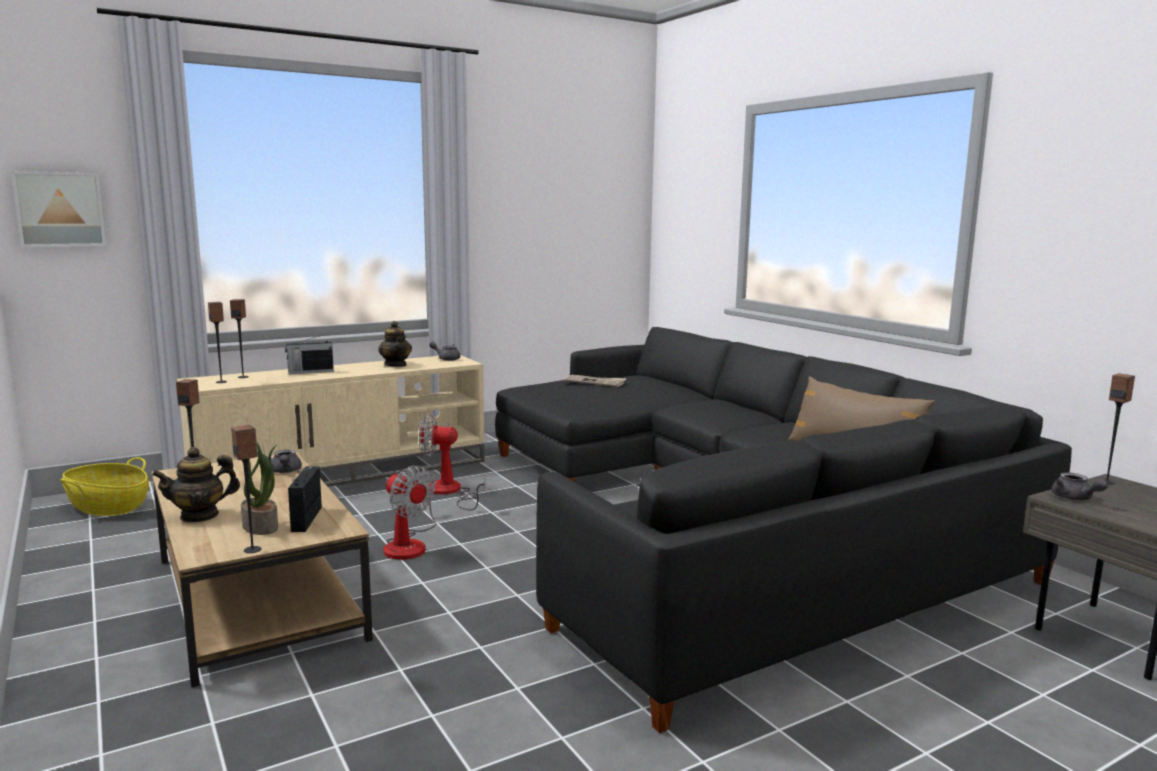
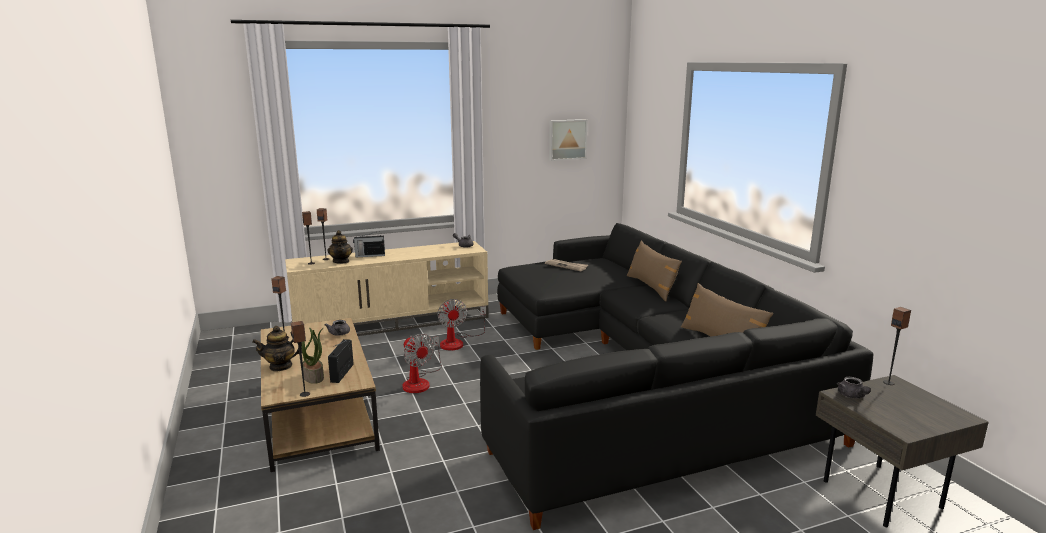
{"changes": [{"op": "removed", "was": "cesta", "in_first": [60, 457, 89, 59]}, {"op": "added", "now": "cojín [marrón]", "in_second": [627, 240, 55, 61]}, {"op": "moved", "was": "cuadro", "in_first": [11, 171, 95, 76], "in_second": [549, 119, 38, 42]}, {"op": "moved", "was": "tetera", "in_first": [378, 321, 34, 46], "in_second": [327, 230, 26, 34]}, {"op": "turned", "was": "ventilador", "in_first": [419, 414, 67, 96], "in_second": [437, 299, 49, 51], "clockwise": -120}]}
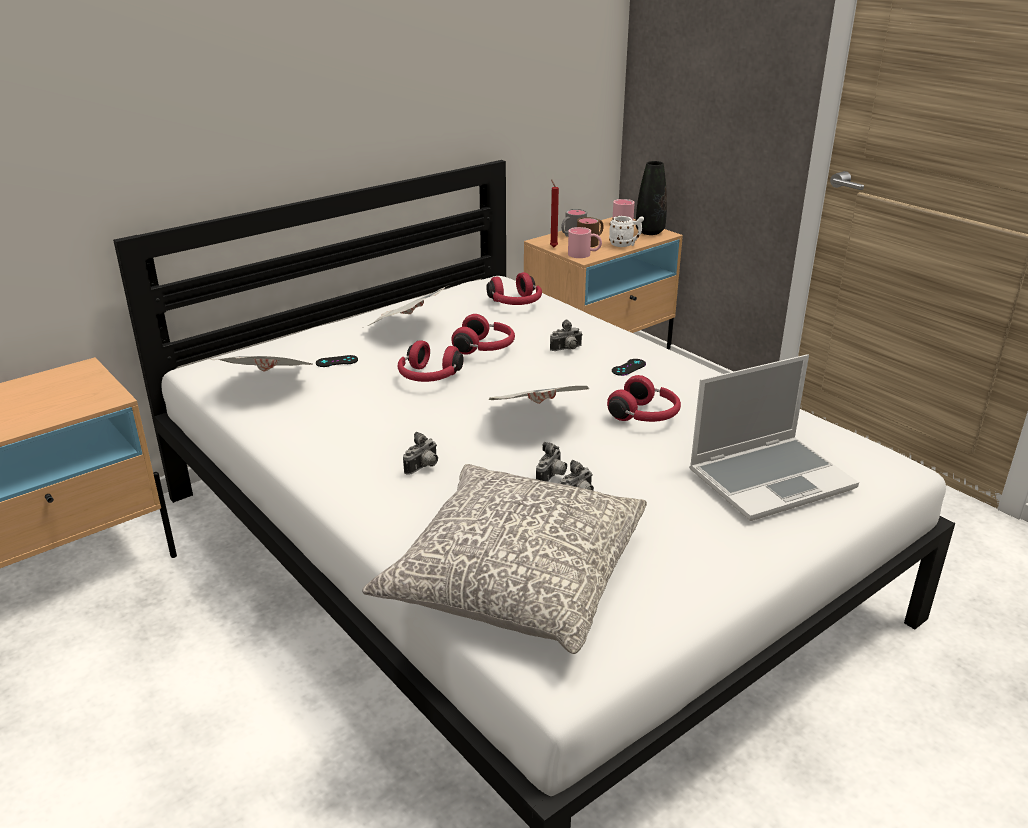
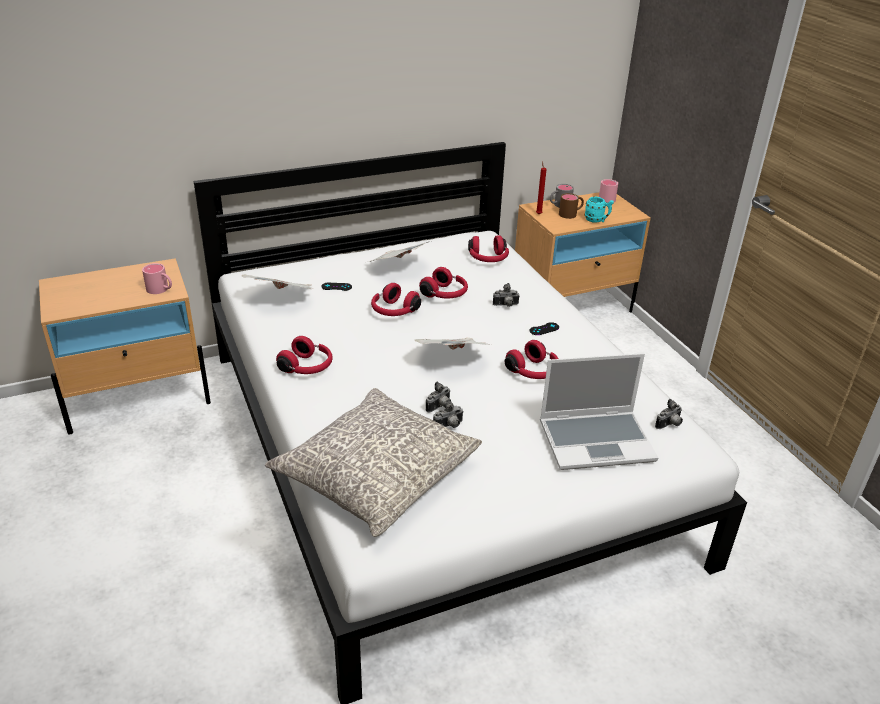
{"changes": [{"op": "removed", "was": "florero [negro]", "in_first": [636, 161, 31, 74]}, {"op": "added", "now": "auriculares [rojo]", "in_second": [276, 336, 57, 38]}, {"op": "moved", "was": "cámara", "in_first": [403, 432, 35, 43], "in_second": [655, 399, 28, 30]}, {"op": "moved", "was": "taza grande [rosa]", "in_first": [568, 227, 34, 31], "in_second": [142, 263, 30, 31]}, {"op": "recoloured", "was": "taza grande [blanco]", "now": "taza grande [turquesa]", "in_first": [609, 216, 35, 31], "in_second": [584, 196, 30, 27]}]}
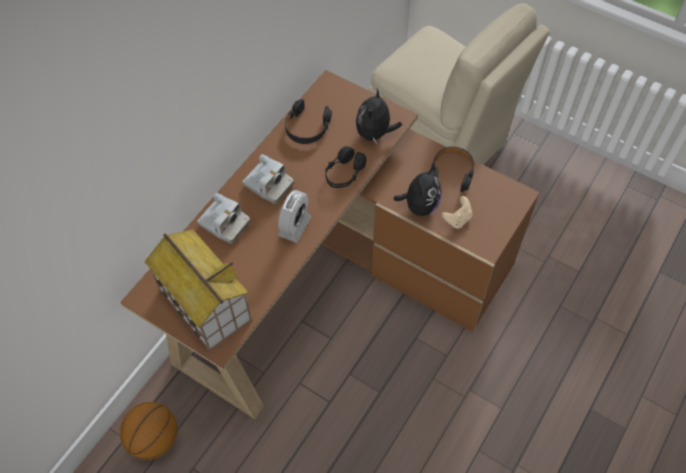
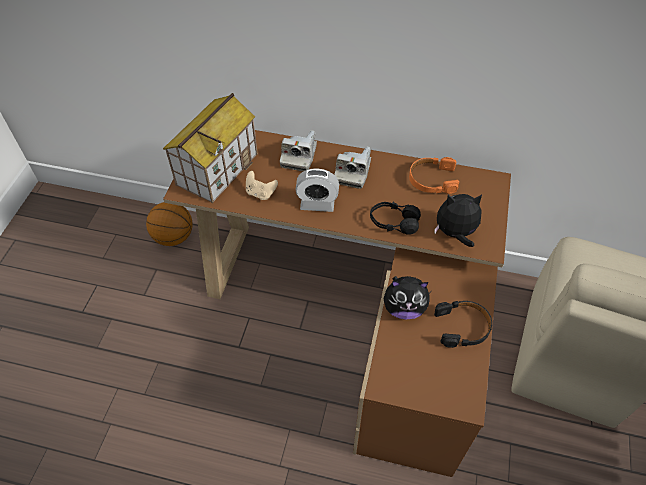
{"changes": [{"op": "moved", "was": "mando de consola [beis]", "in_first": [442, 196, 30, 33], "in_second": [246, 171, 32, 29]}, {"op": "recoloured", "was": "auriculares [negro]", "now": "auriculares [naranja]", "in_first": [285, 99, 47, 45], "in_second": [409, 157, 50, 37]}]}
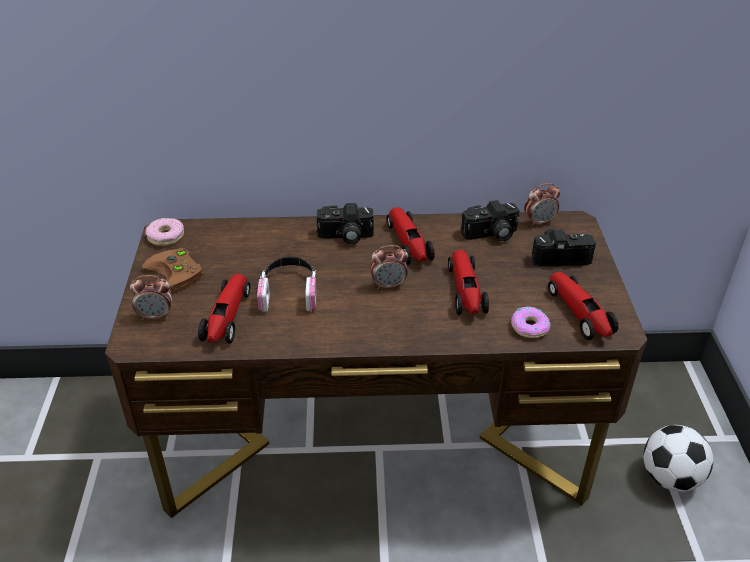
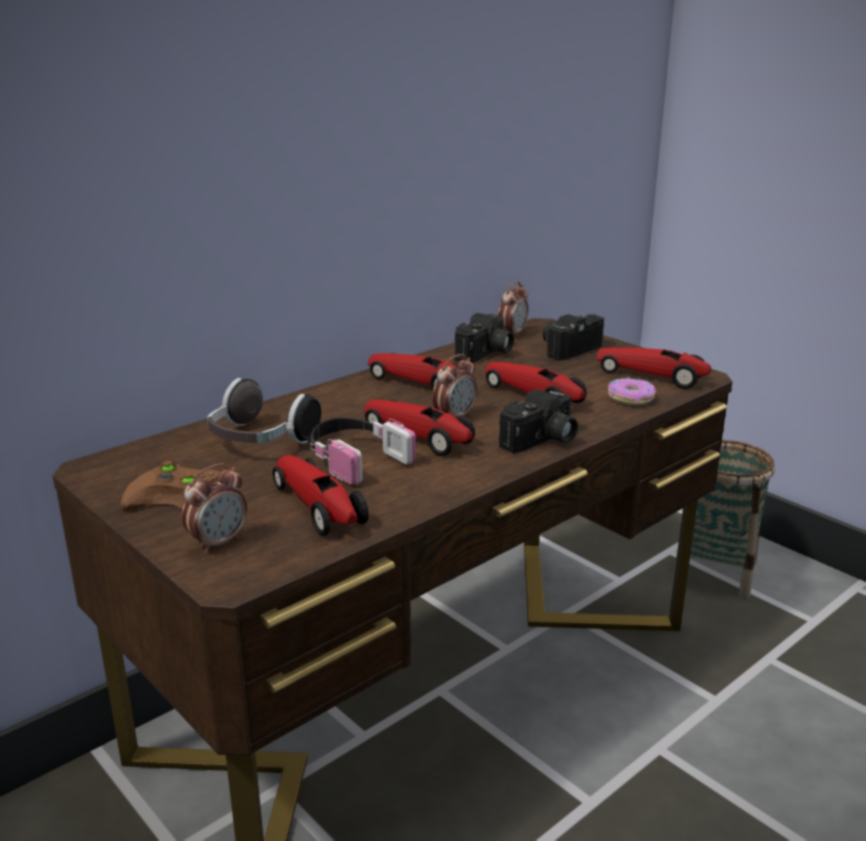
{"changes": [{"op": "removed", "was": "rosquilla", "in_first": [145, 218, 39, 28]}, {"op": "added", "now": "auriculares", "in_second": [207, 378, 114, 66]}, {"op": "added", "now": "coche de juguete", "in_second": [364, 400, 111, 56]}, {"op": "moved", "was": "cámara", "in_first": [316, 203, 58, 41], "in_second": [499, 389, 79, 64]}, {"op": "replaced", "was": "balón de fútbol", "now": "cesta", "in_first": [643, 425, 70, 67], "in_second": [672, 440, 103, 159]}]}
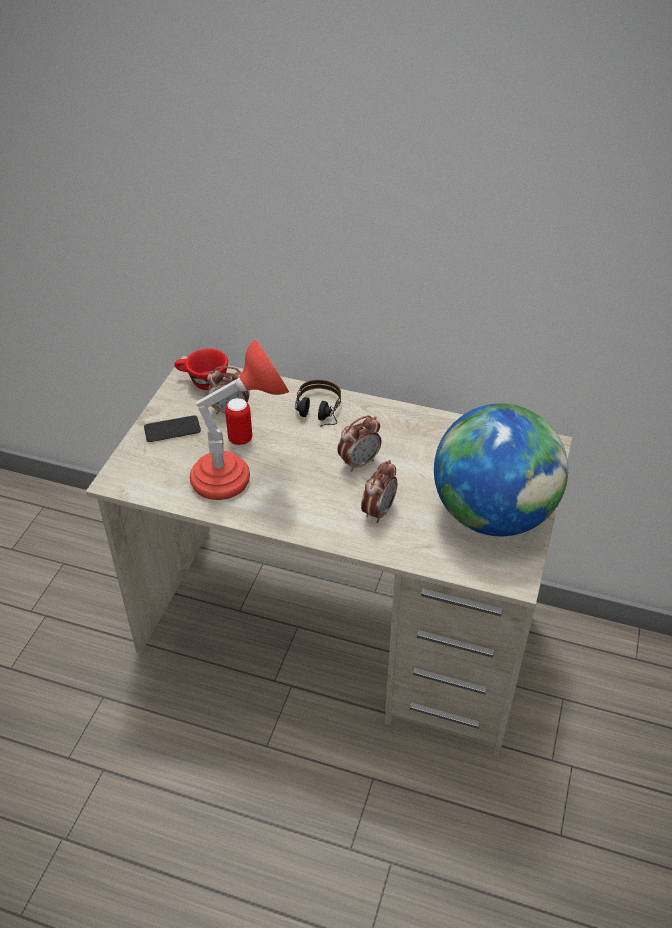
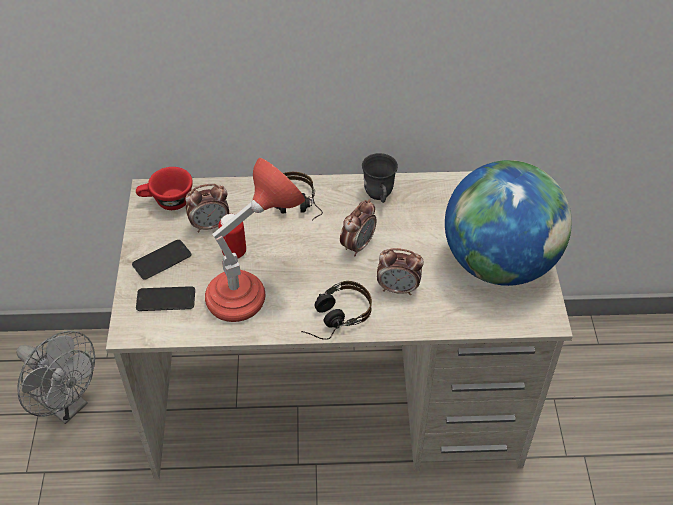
{"changes": [{"op": "added", "now": "ventilador [gris]", "in_second": [16, 331, 79, 93]}, {"op": "added", "now": "móvil", "in_second": [136, 286, 59, 25]}, {"op": "added", "now": "auriculares", "in_second": [301, 281, 71, 59]}, {"op": "added", "now": "taza grande [gris]", "in_second": [362, 153, 36, 50]}, {"op": "turned", "was": "despertador", "in_first": [361, 460, 36, 63], "in_second": [377, 248, 47, 47], "clockwise": 90}]}
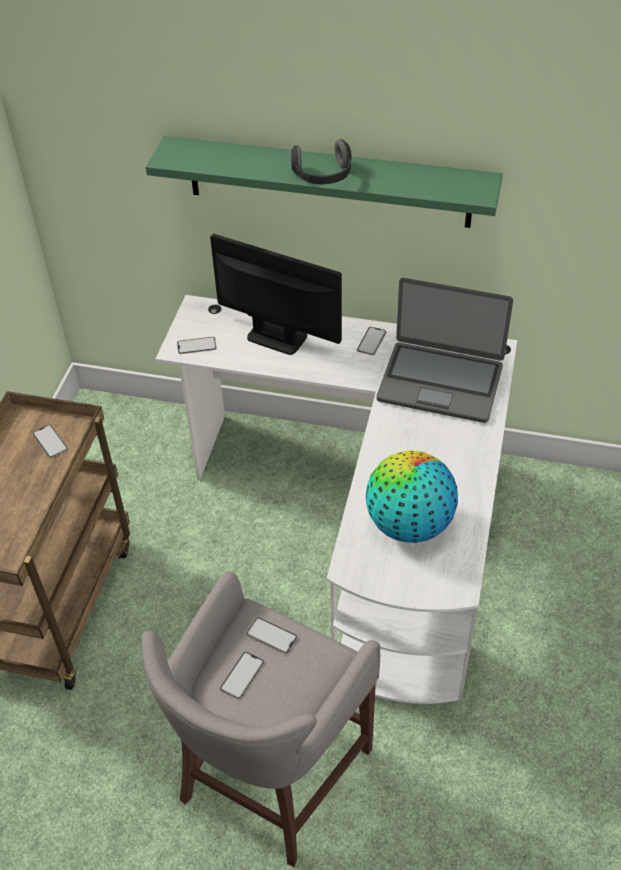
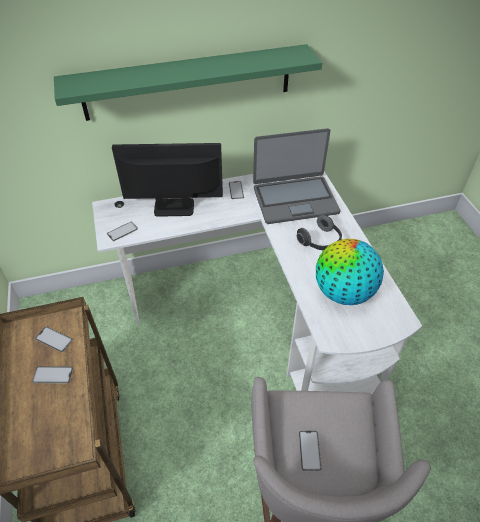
{"changes": [{"op": "moved", "was": "móvil", "in_first": [246, 617, 51, 37], "in_second": [32, 366, 41, 18]}, {"op": "moved", "was": "auriculares", "in_first": [290, 139, 62, 45], "in_second": [297, 214, 45, 37]}]}
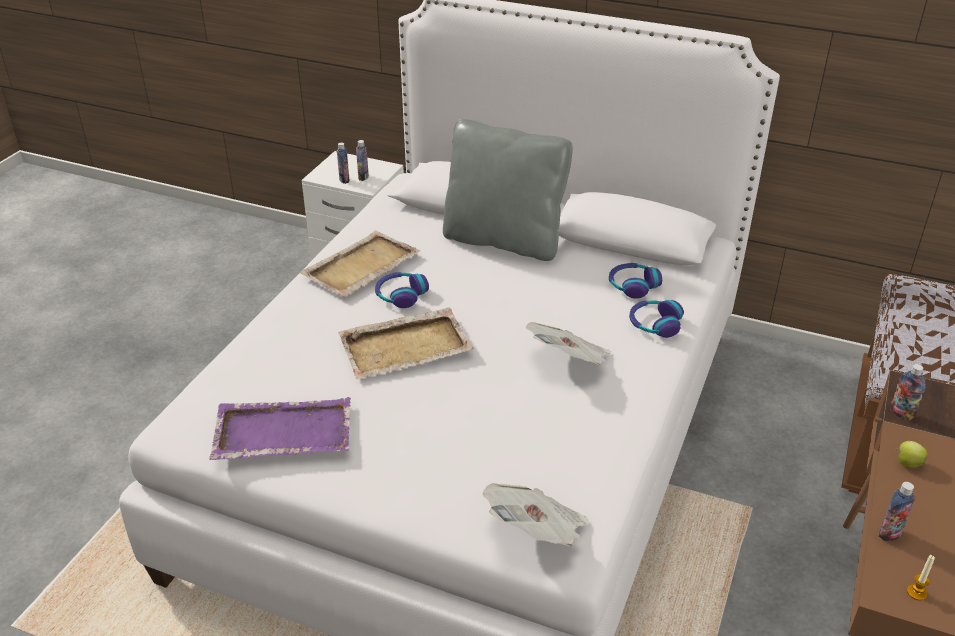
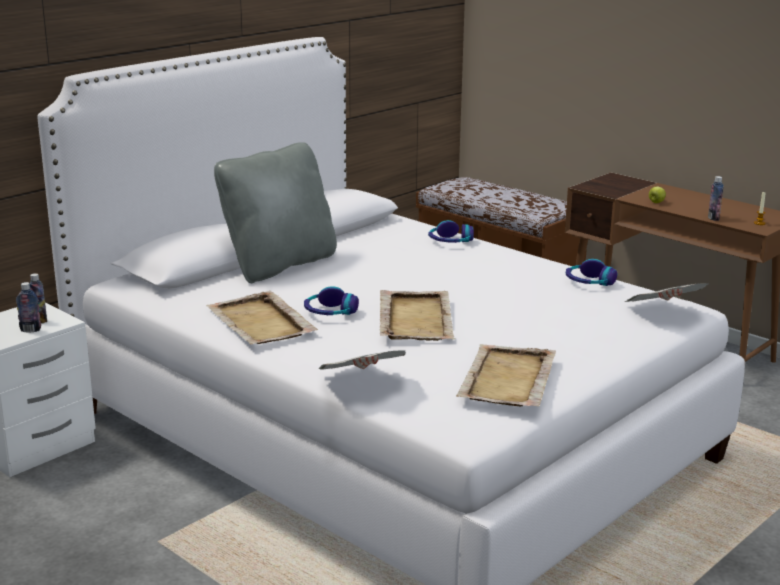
{"changes": [{"op": "removed", "was": "botella", "in_first": [891, 364, 34, 56]}, {"op": "moved", "was": "periódico", "in_first": [526, 322, 85, 43], "in_second": [319, 350, 87, 20]}, {"op": "moved", "was": "auriculares", "in_first": [609, 263, 53, 36], "in_second": [566, 259, 51, 27]}, {"op": "recoloured", "was": "bandeja [morado]", "now": "bandeja [beis]", "in_first": [209, 397, 142, 63], "in_second": [456, 344, 100, 62]}]}
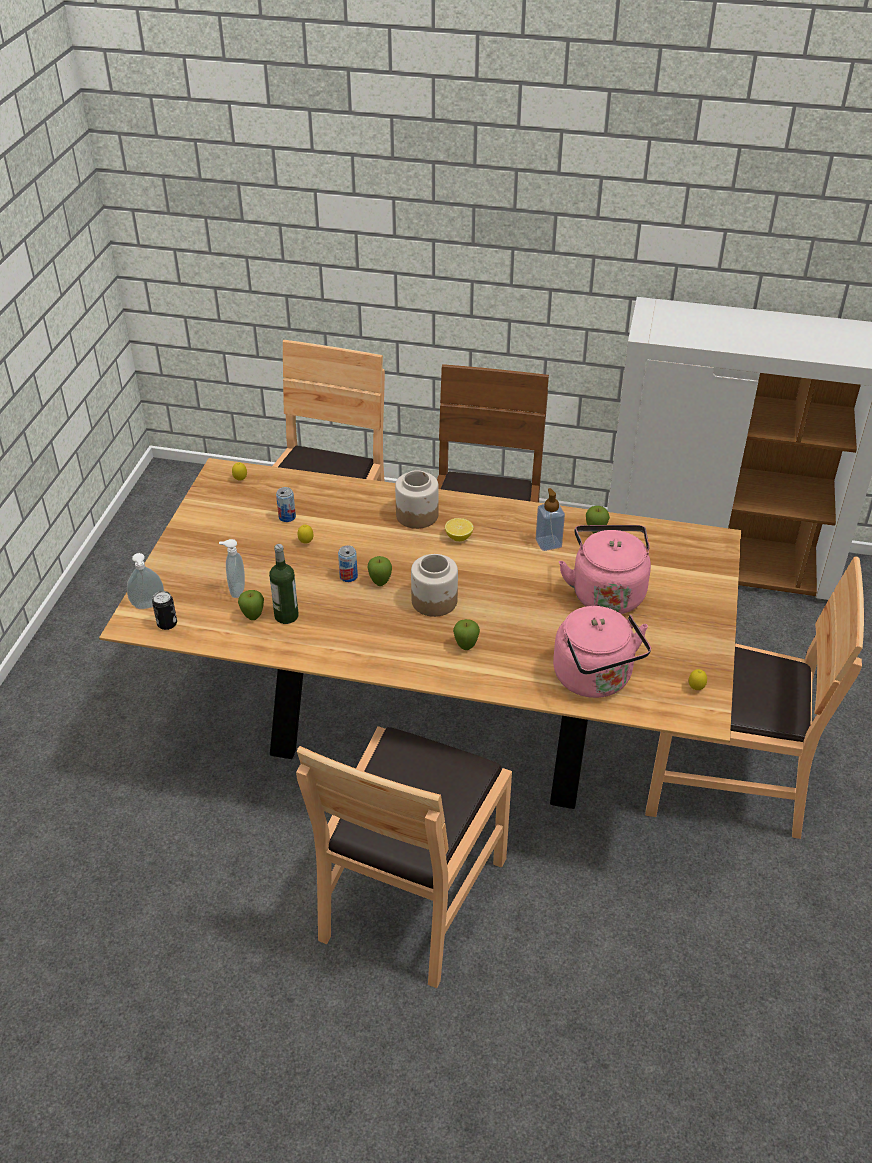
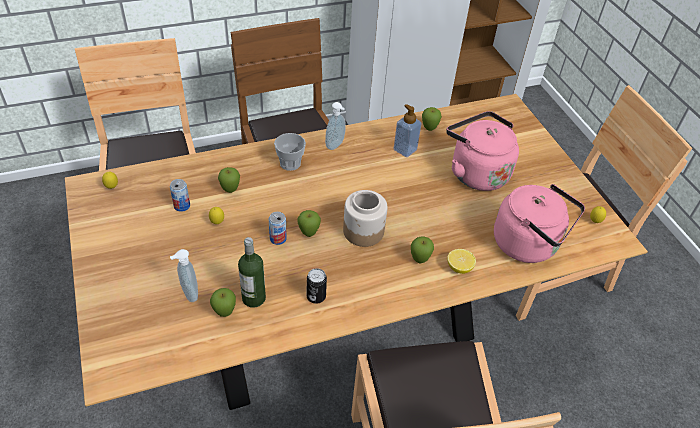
{"changes": [{"op": "added", "now": "manzana", "in_second": [218, 167, 22, 26]}, {"op": "moved", "was": "dispensador de jabón", "in_first": [127, 553, 37, 56], "in_second": [325, 102, 21, 48]}, {"op": "moved", "was": "lata", "in_first": [152, 591, 25, 39], "in_second": [307, 268, 20, 36]}, {"op": "moved", "was": "limón", "in_first": [445, 518, 29, 23], "in_second": [447, 249, 29, 25]}, {"op": "replaced", "was": "tarro", "now": "taza", "in_first": [395, 470, 44, 59], "in_second": [274, 133, 32, 38]}]}
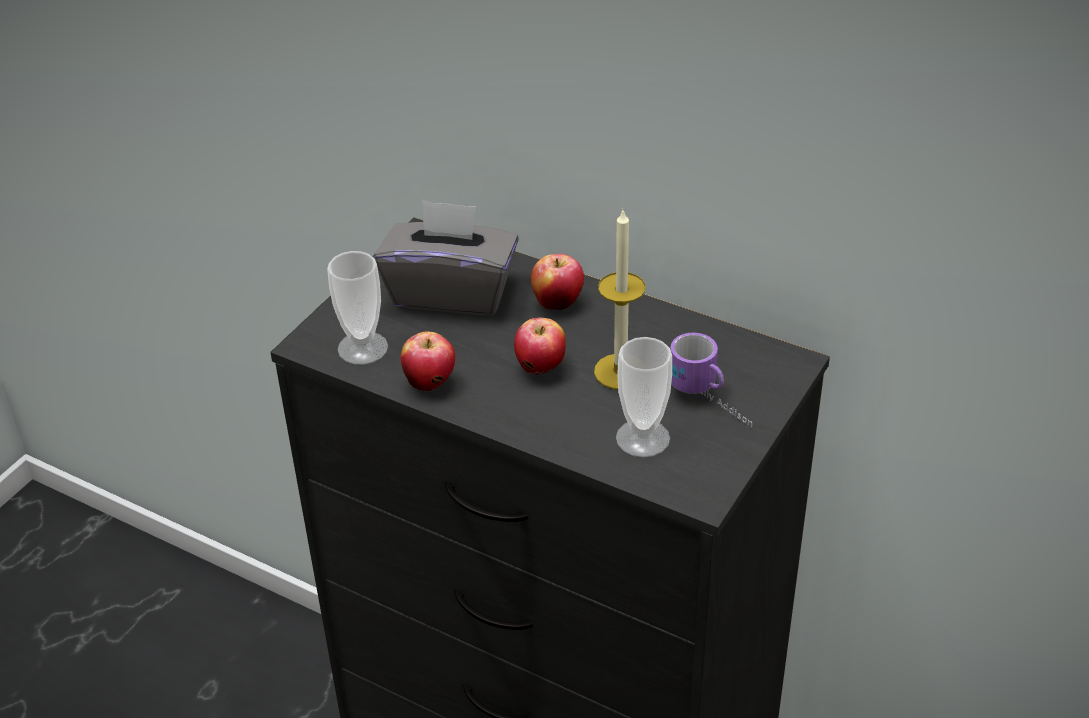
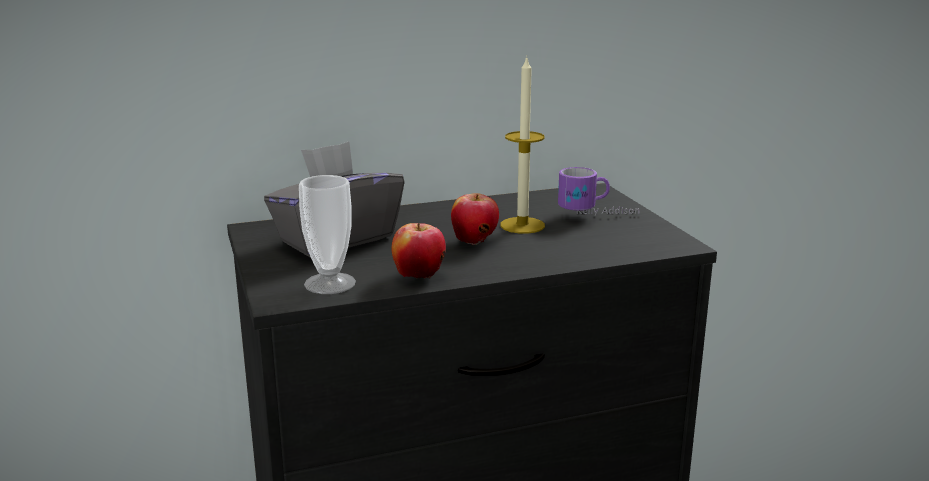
{"changes": [{"op": "removed", "was": "manzana", "in_first": [531, 254, 53, 56]}, {"op": "removed", "was": "taza", "in_first": [616, 337, 56, 120]}]}
